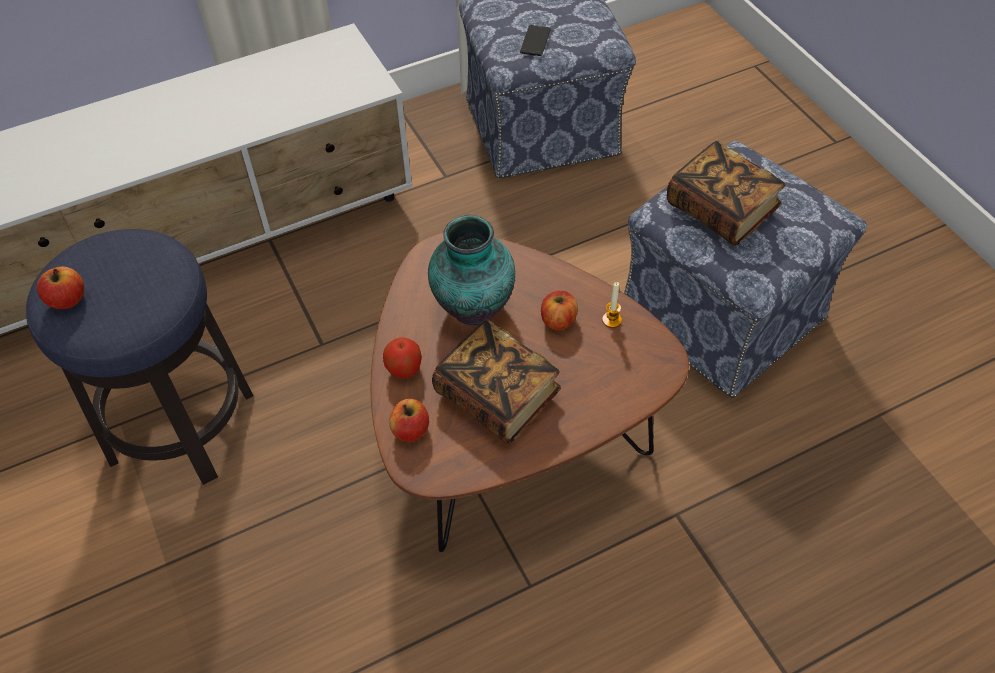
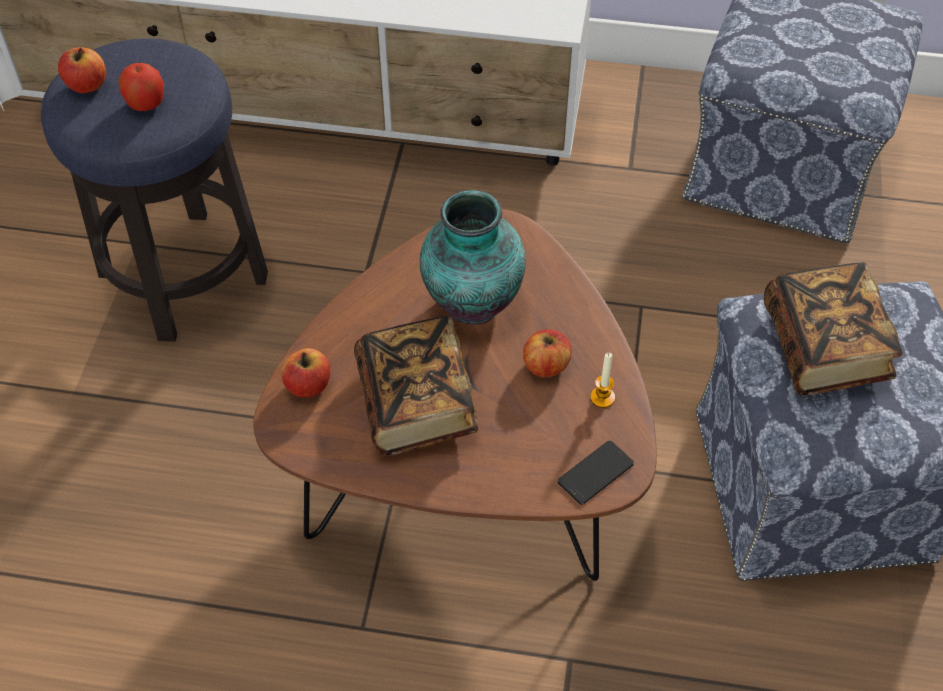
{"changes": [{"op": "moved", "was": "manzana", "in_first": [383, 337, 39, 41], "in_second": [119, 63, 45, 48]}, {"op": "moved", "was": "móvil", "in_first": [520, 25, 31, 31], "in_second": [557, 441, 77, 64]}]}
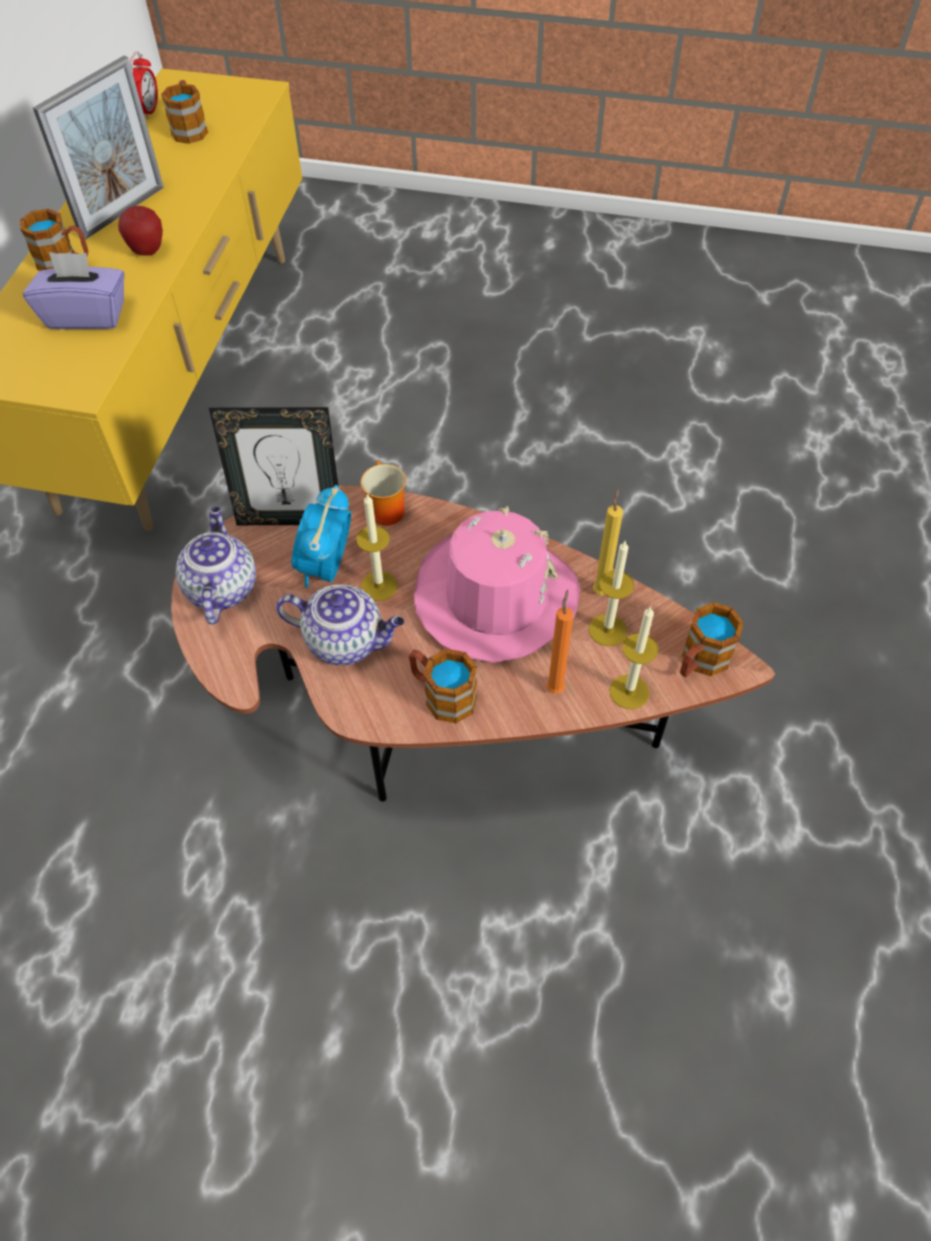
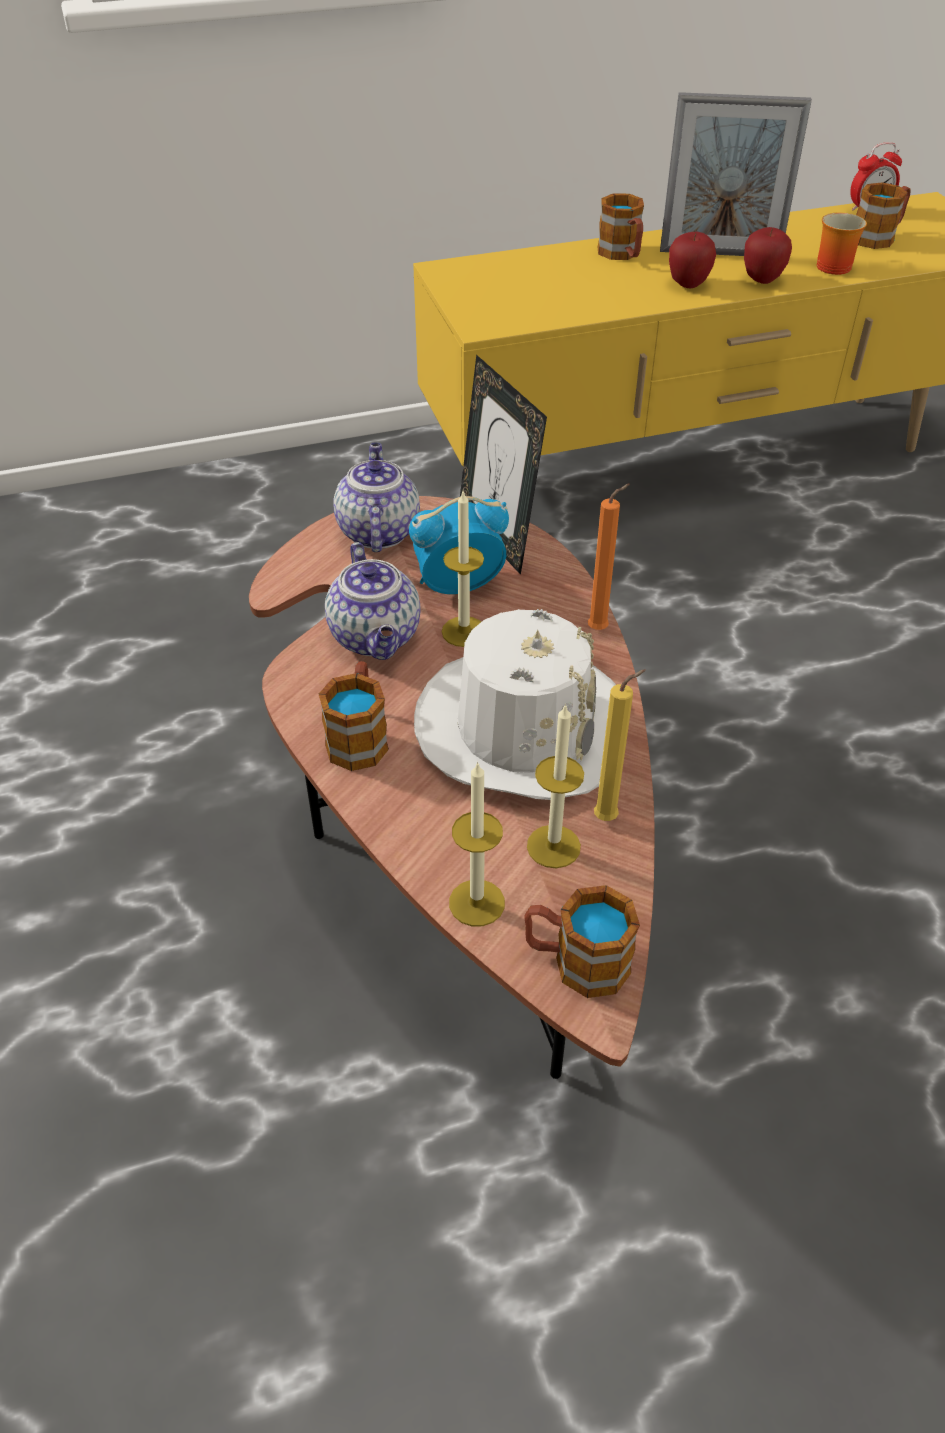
{"changes": [{"op": "removed", "was": "caja de pañuelos [morado]", "in_first": [23, 252, 102, 77]}, {"op": "added", "now": "manzana", "in_second": [744, 227, 48, 57]}, {"op": "moved", "was": "taza grande", "in_first": [361, 461, 45, 65], "in_second": [817, 213, 50, 62]}, {"op": "moved", "was": "vela [naranja]", "in_first": [546, 590, 27, 104], "in_second": [588, 483, 42, 147]}, {"op": "recoloured", "was": "sombrero [rosa]", "now": "sombrero [blanco]", "in_first": [414, 506, 166, 157], "in_second": [414, 609, 202, 191]}, {"op": "turned", "was": "tetera", "in_first": [176, 506, 80, 119], "in_second": [333, 442, 87, 110], "clockwise": -60}]}
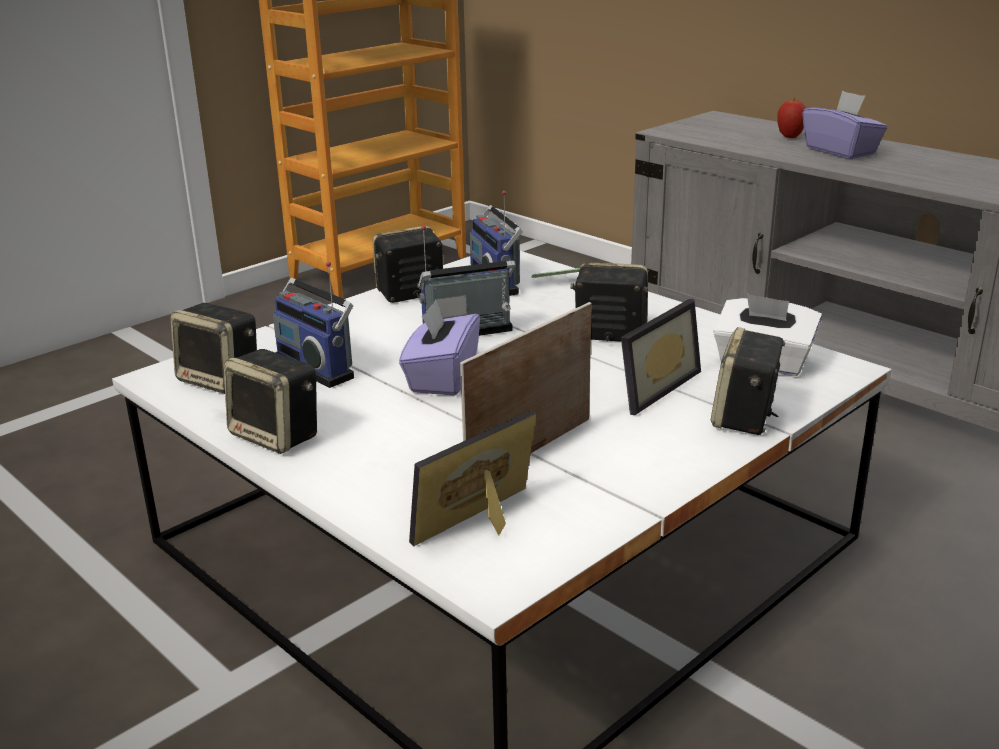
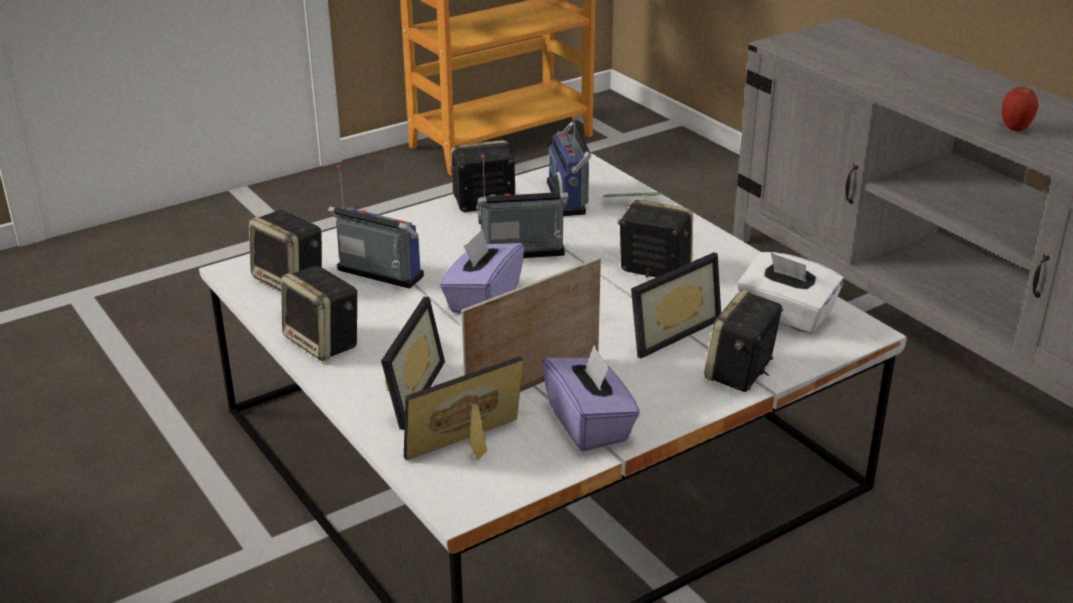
{"changes": [{"op": "added", "now": "portarretratos", "in_second": [381, 297, 64, 133]}, {"op": "moved", "was": "manzana", "in_first": [777, 97, 29, 41], "in_second": [1002, 85, 37, 46]}, {"op": "moved", "was": "caja de pañuelos [morado]", "in_first": [802, 91, 85, 68], "in_second": [542, 344, 98, 108]}, {"op": "turned", "was": "radio", "in_first": [273, 262, 81, 126], "in_second": [328, 165, 96, 124], "clockwise": 150}]}
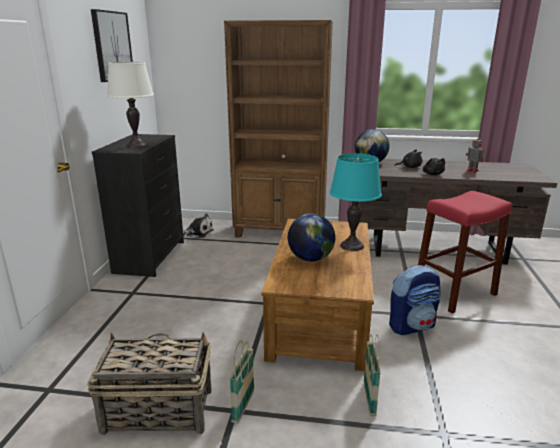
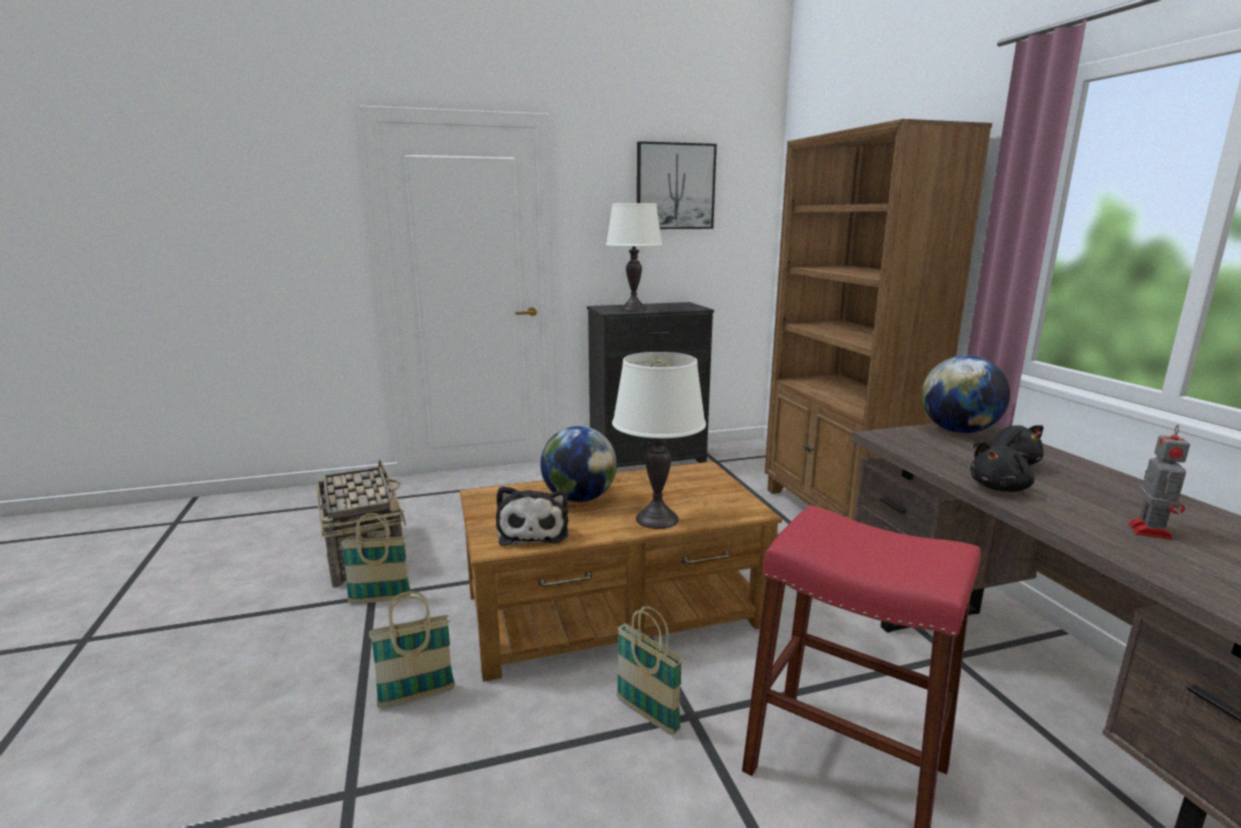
{"changes": [{"op": "moved", "was": "peluche", "in_first": [183, 213, 31, 25], "in_second": [496, 486, 72, 60]}, {"op": "replaced", "was": "mochila", "now": "cesta", "in_first": [389, 265, 52, 70], "in_second": [616, 606, 67, 129]}, {"op": "recoloured", "was": "lámpara de mesa [turquesa]", "now": "lámpara de mesa [blanco]", "in_first": [330, 153, 52, 98], "in_second": [612, 352, 94, 177]}]}
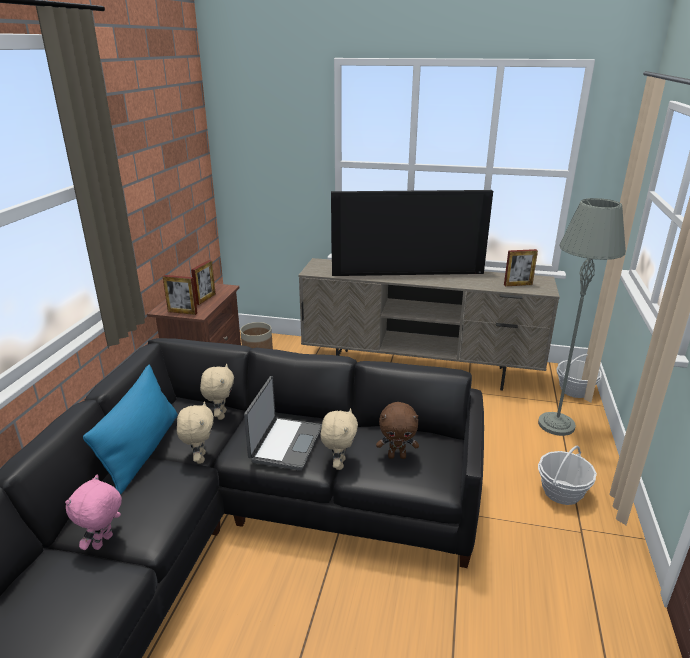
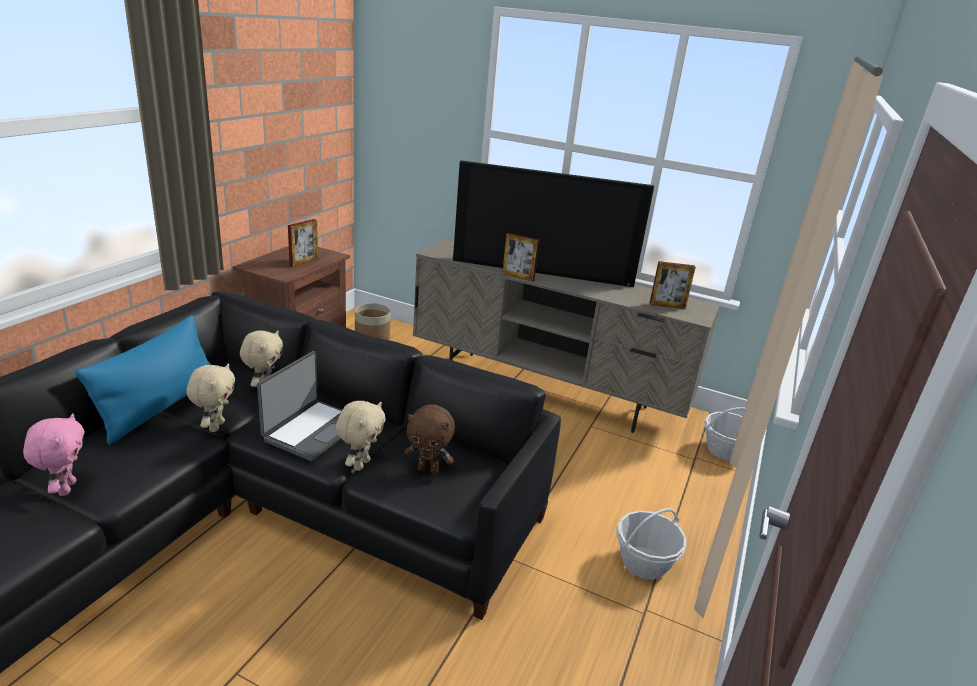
{"changes": [{"op": "removed", "was": "lámpara de pie [gris]", "in_first": [538, 198, 88, 238]}, {"op": "moved", "was": "portarretratos", "in_first": [163, 275, 35, 40], "in_second": [502, 232, 38, 50]}, {"op": "turned", "was": "peluche [rosa]", "in_first": [65, 474, 57, 76], "in_second": [23, 413, 61, 83], "clockwise": 135}]}
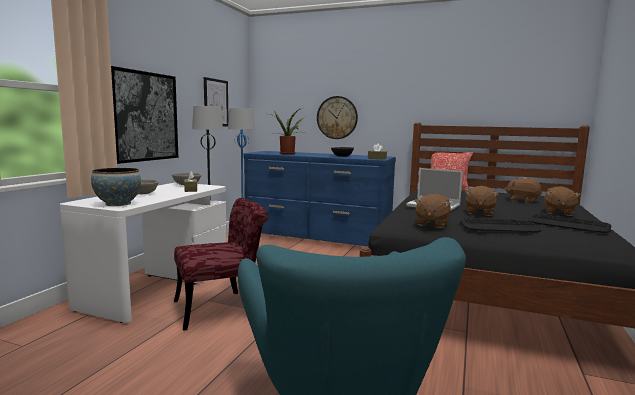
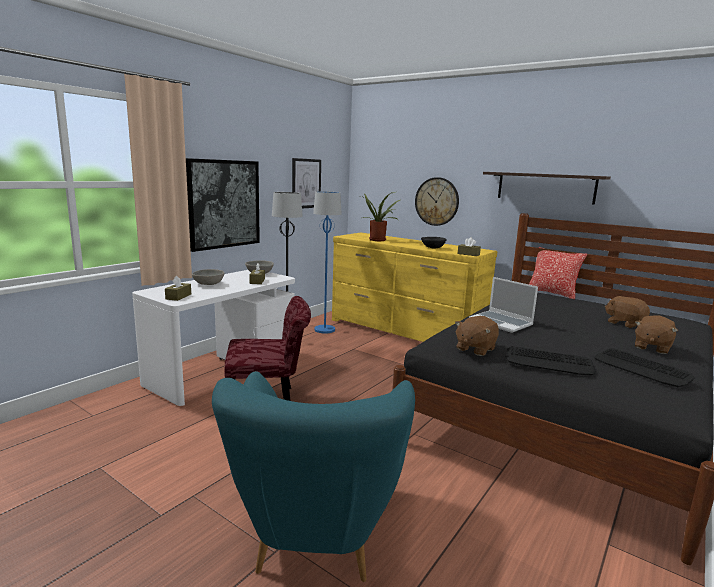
{"changes": [{"op": "removed", "was": "peluche [marrón]", "in_first": [465, 186, 34, 30]}, {"op": "added", "now": "estante", "in_second": [483, 172, 128, 33]}, {"op": "replaced", "was": "cuenco", "now": "caja de pañuelos [marrón]", "in_first": [91, 168, 50, 38], "in_second": [165, 275, 26, 26]}, {"op": "recoloured", "was": "cómoda [azul]", "now": "cómoda [amarillo]", "in_first": [244, 151, 152, 95], "in_second": [332, 233, 165, 109]}]}
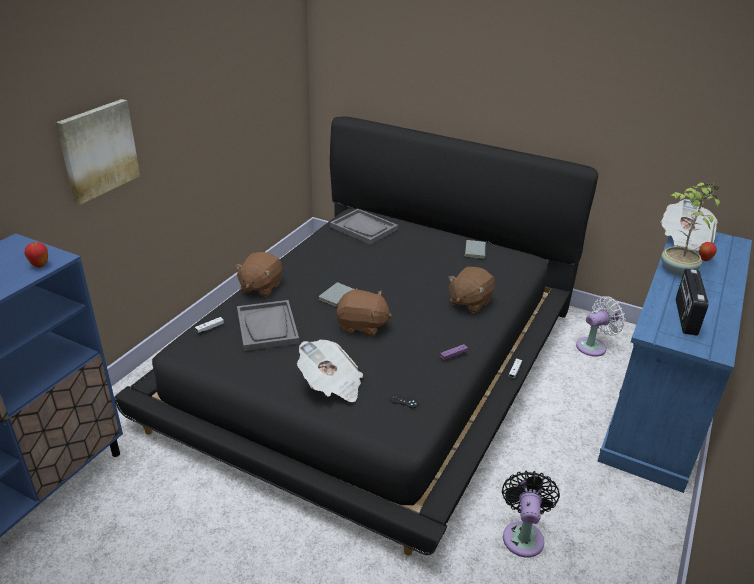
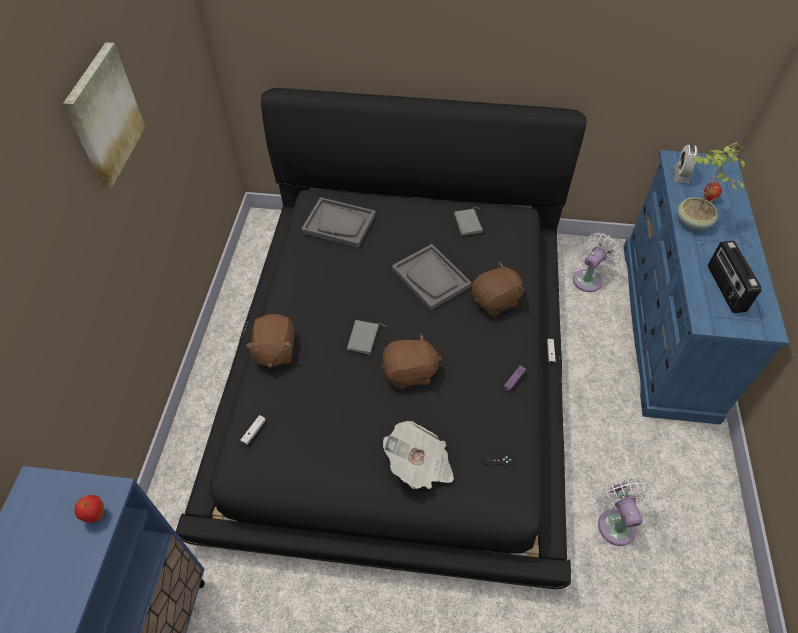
{"changes": [{"op": "moved", "was": "cuadro", "in_first": [56, 99, 84, 106], "in_second": [63, 42, 82, 147]}, {"op": "moved", "was": "bandeja [gris]", "in_first": [237, 300, 62, 51], "in_second": [392, 244, 80, 67]}, {"op": "replaced", "was": "periódico", "now": "despertador", "in_first": [661, 199, 57, 52], "in_second": [673, 145, 25, 39]}, {"op": "recoloured", "was": "ventilador [negro]", "now": "ventilador [blanco]", "in_first": [502, 470, 58, 88], "in_second": [596, 479, 53, 67]}, {"op": "turned", "was": "peluche [marrón]", "in_first": [448, 267, 47, 46], "in_second": [471, 262, 53, 54], "clockwise": -135}]}
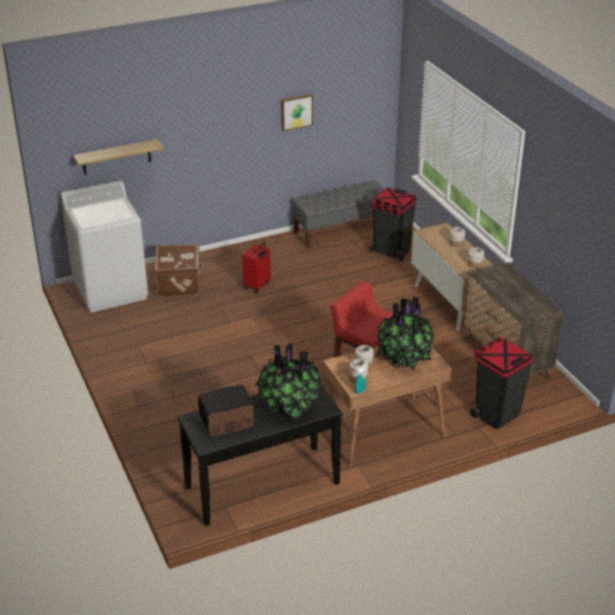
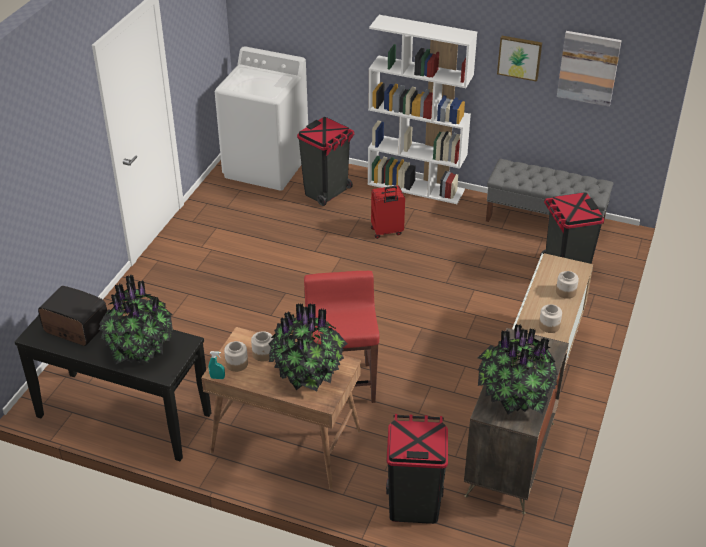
{"changes": [{"op": "removed", "was": "estante", "in_first": [73, 139, 91, 36]}, {"op": "added", "now": "estantería [blanco]", "in_second": [368, 15, 109, 189]}, {"op": "added", "now": "planta en maceta", "in_second": [478, 324, 80, 91]}, {"op": "added", "now": "cuadro", "in_second": [557, 31, 65, 76]}, {"op": "replaced", "was": "maleta [marrón]", "now": "papelera [negro]", "in_first": [155, 244, 49, 53], "in_second": [297, 117, 57, 89]}]}
